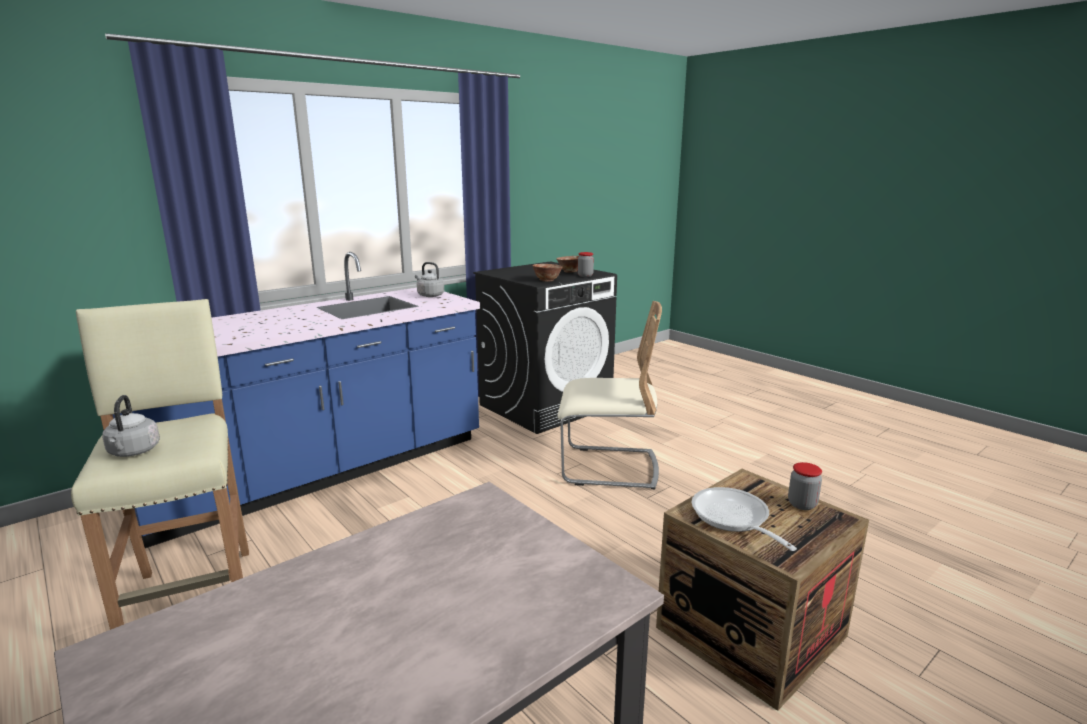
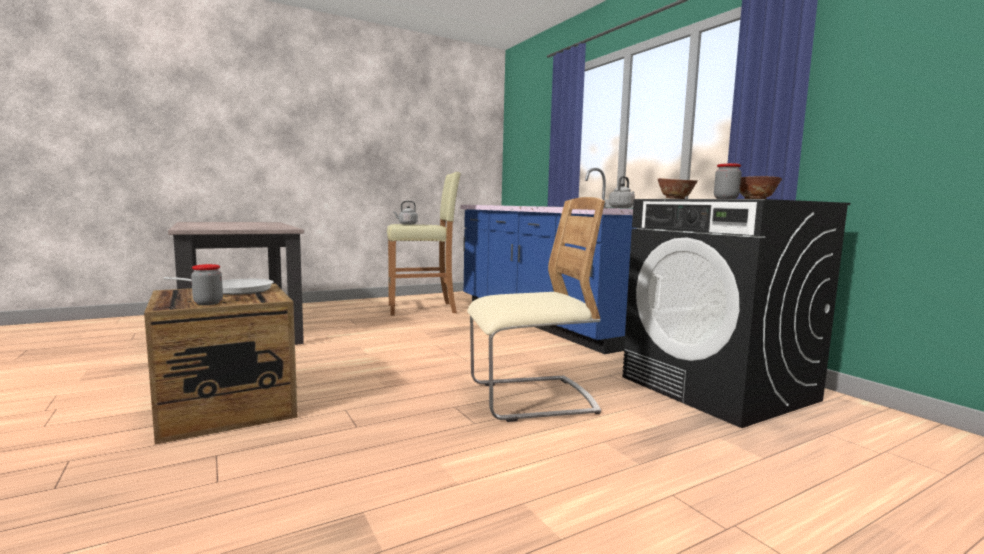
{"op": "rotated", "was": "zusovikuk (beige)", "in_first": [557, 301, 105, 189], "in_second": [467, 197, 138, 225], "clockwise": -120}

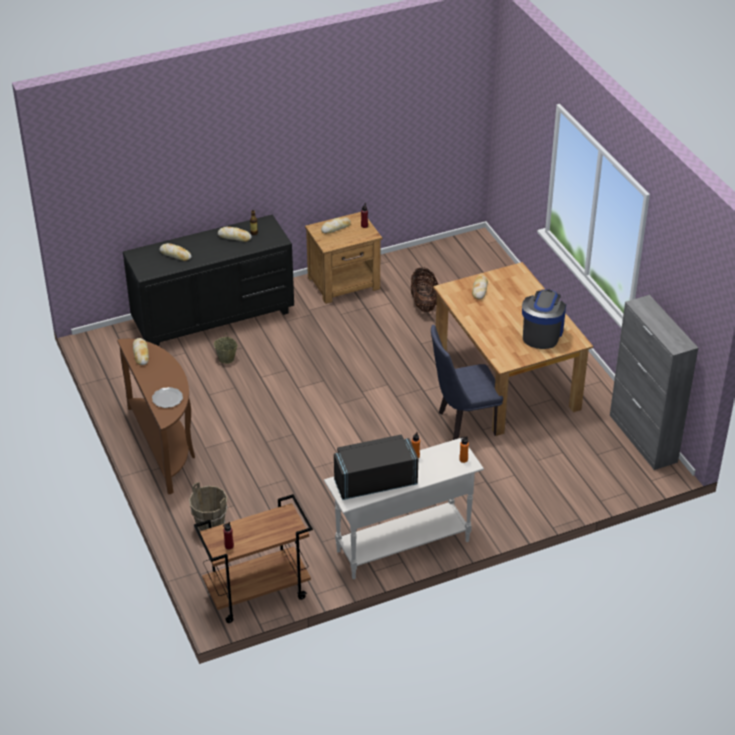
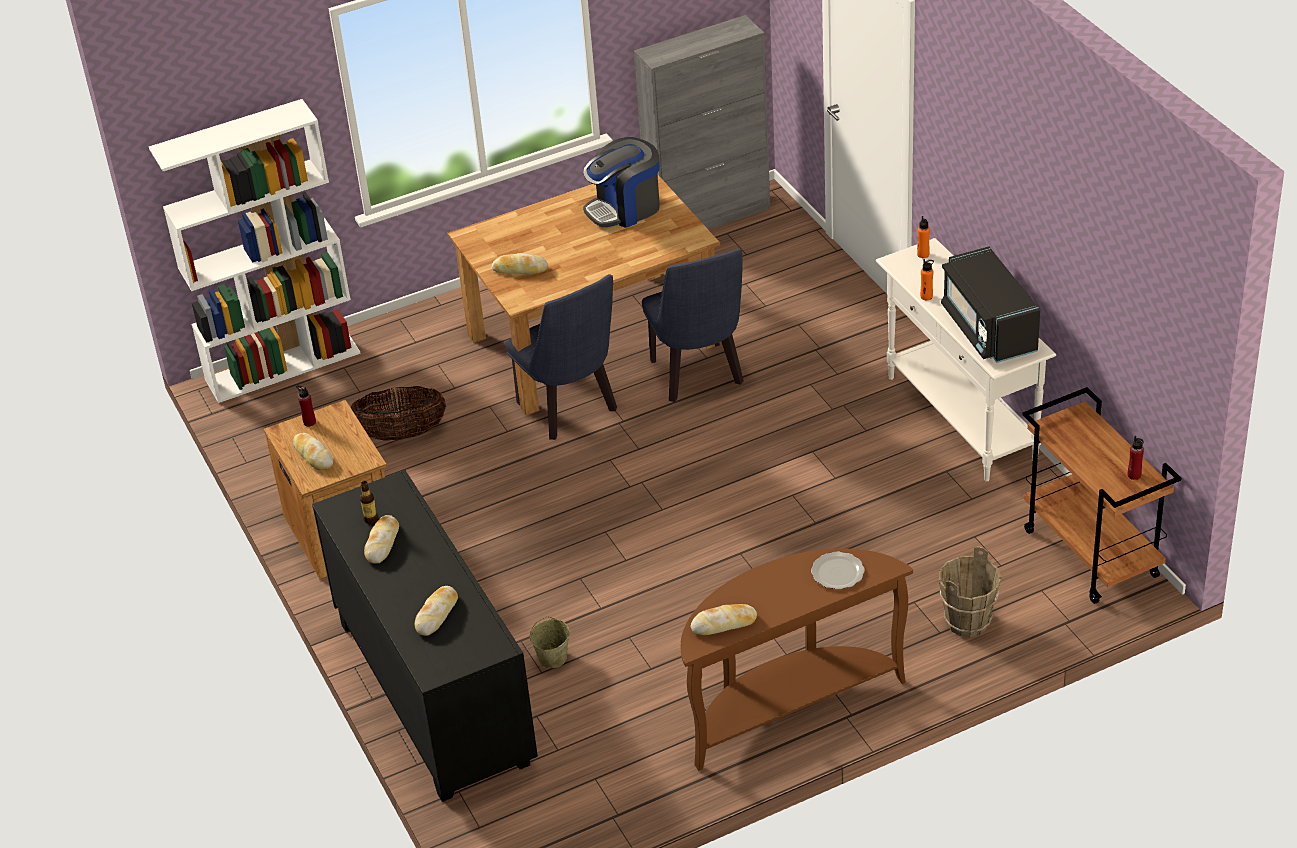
{"op": "new", "now": "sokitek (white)", "in_second": [149, 99, 212, 304]}
{"op": "new", "now": "zusovikuk (blue)", "in_second": [505, 274, 112, 166]}
{"op": "rotated", "was": "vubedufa", "in_first": [522, 289, 44, 60], "in_second": [583, 137, 77, 91], "clockwise": -45}

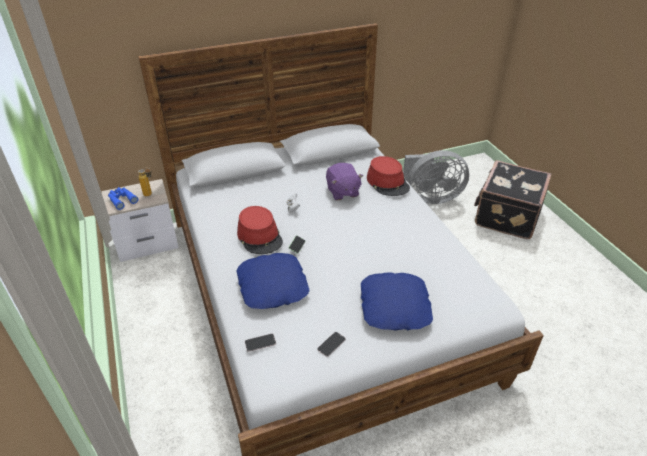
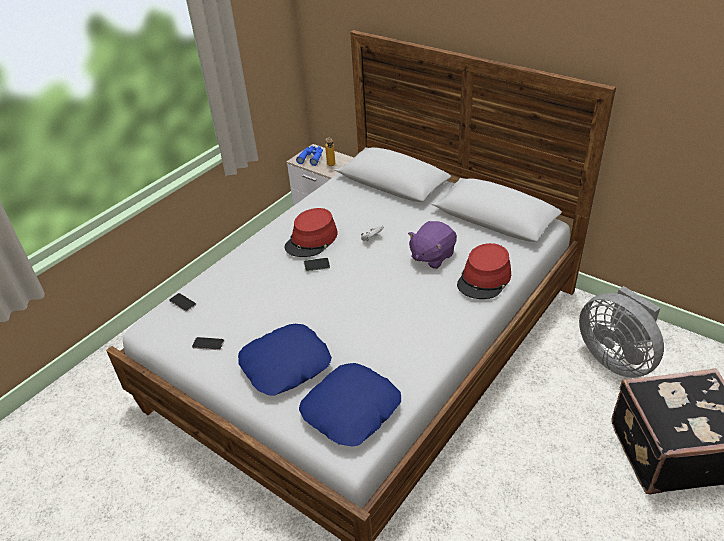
{"op": "shifted", "was": "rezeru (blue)", "in_first": [236, 253, 73, 56], "in_second": [299, 363, 102, 84]}

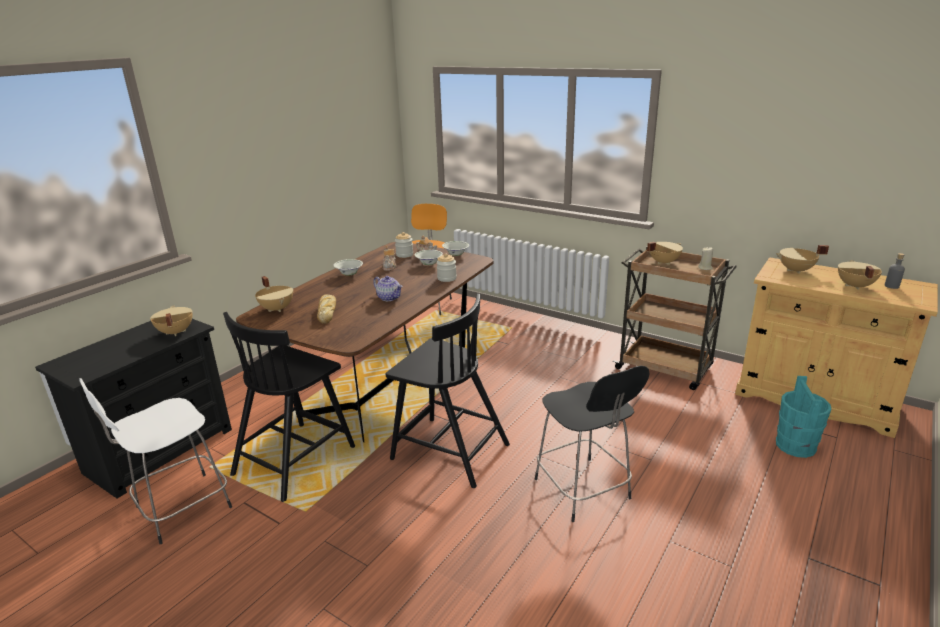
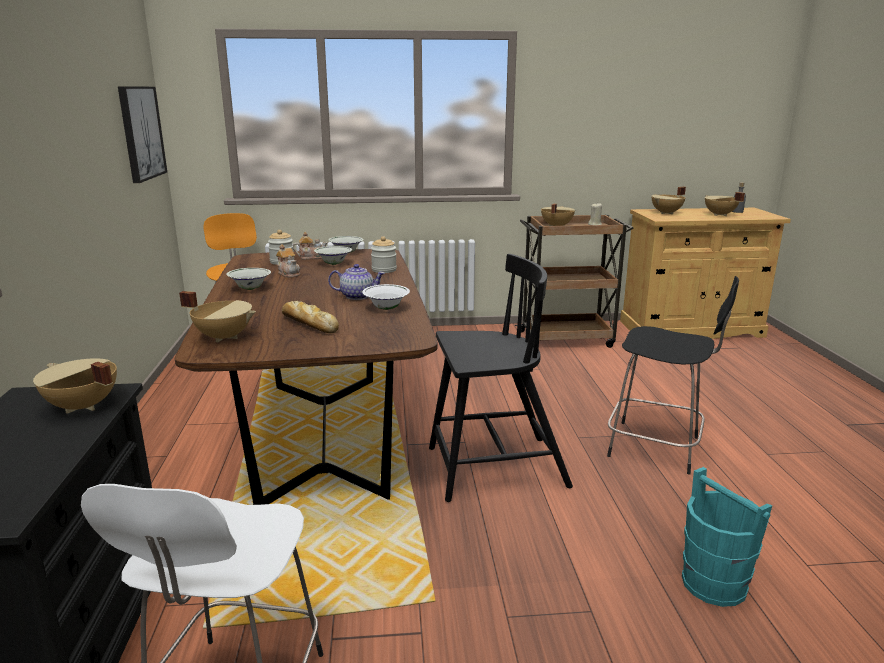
{"op": "gone", "was": "zusovikuk (black)", "in_first": [223, 312, 132, 190]}
{"op": "new", "now": "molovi", "in_second": [118, 86, 49, 97]}
{"op": "new", "now": "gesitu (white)", "in_second": [362, 284, 48, 26]}
{"op": "shifted", "was": "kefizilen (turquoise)", "in_first": [776, 376, 56, 82], "in_second": [682, 467, 90, 140]}

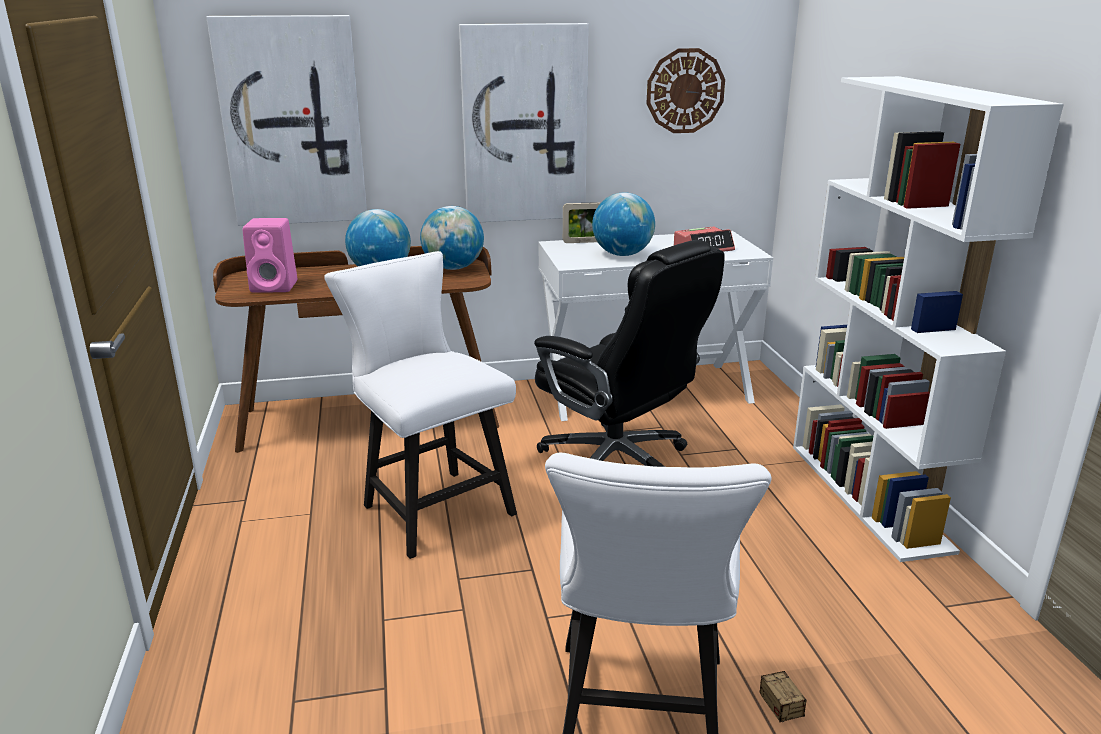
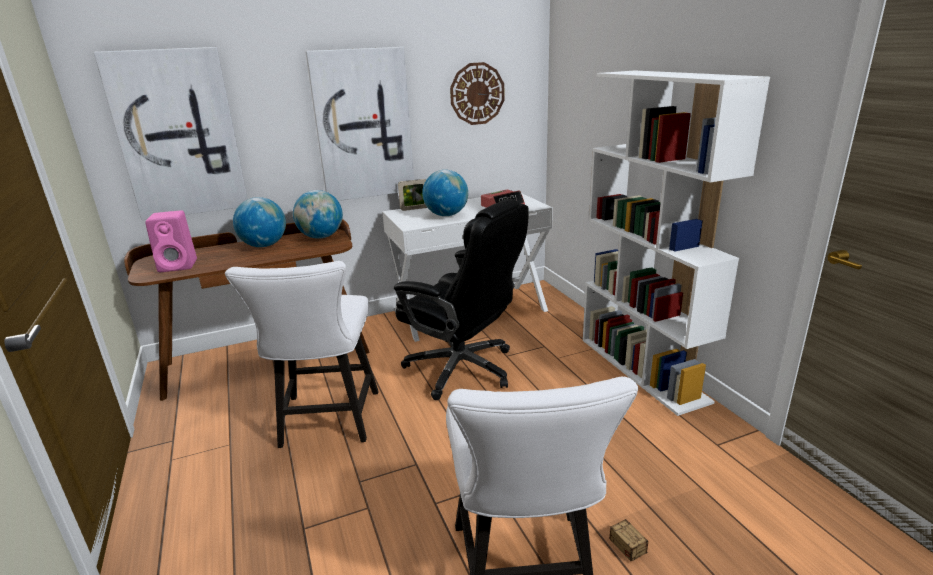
{"op": "rotated", "was": "zusovikuk (white)", "in_first": [324, 251, 193, 308], "in_second": [225, 261, 154, 187], "clockwise": -135}

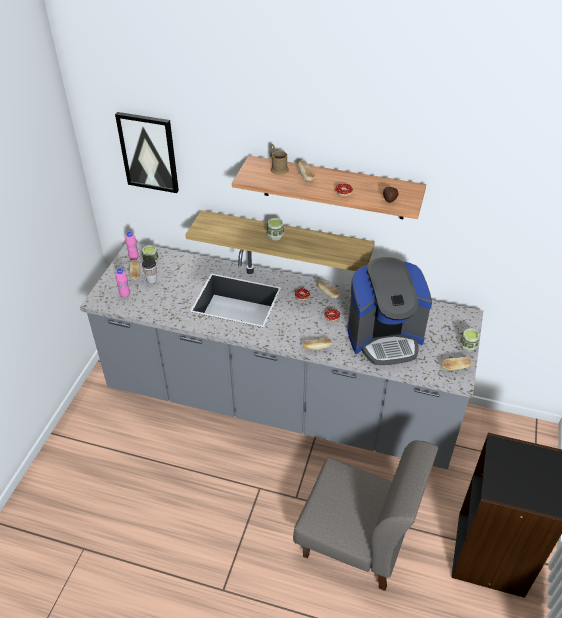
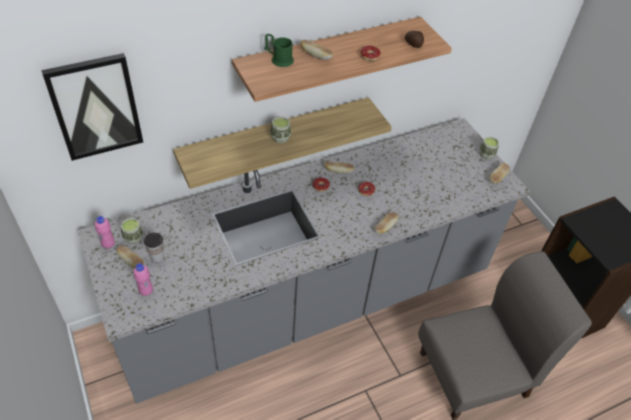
{"op": "gone", "was": "vubedufa", "in_first": [347, 257, 85, 108]}
{"op": "repainted", "was": "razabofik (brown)", "now": "razabofik (green)", "in_first": [270, 144, 19, 31], "in_second": [265, 34, 29, 33]}

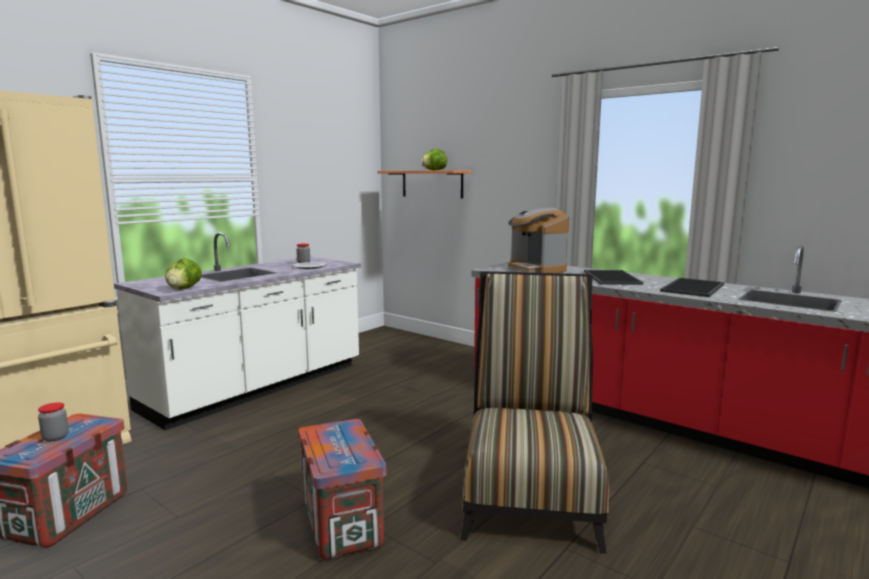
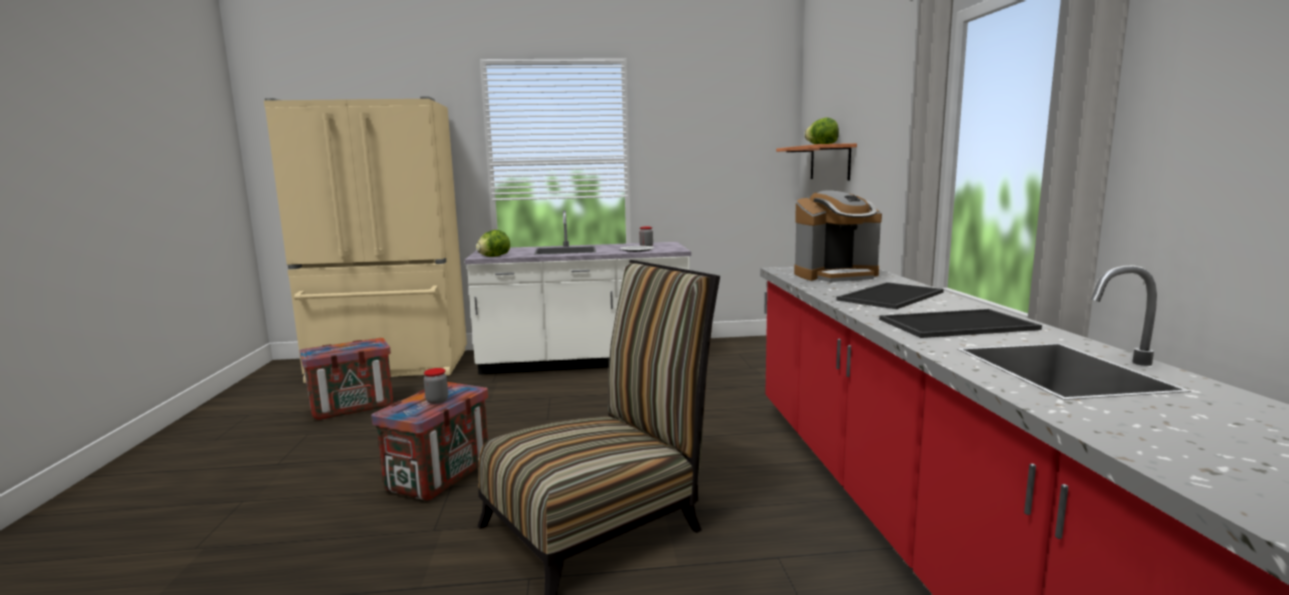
{"op": "shifted", "was": "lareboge", "in_first": [38, 402, 31, 40], "in_second": [424, 368, 24, 36]}
{"op": "rotated", "was": "vubedufa", "in_first": [508, 208, 61, 65], "in_second": [794, 190, 88, 92], "clockwise": -120}

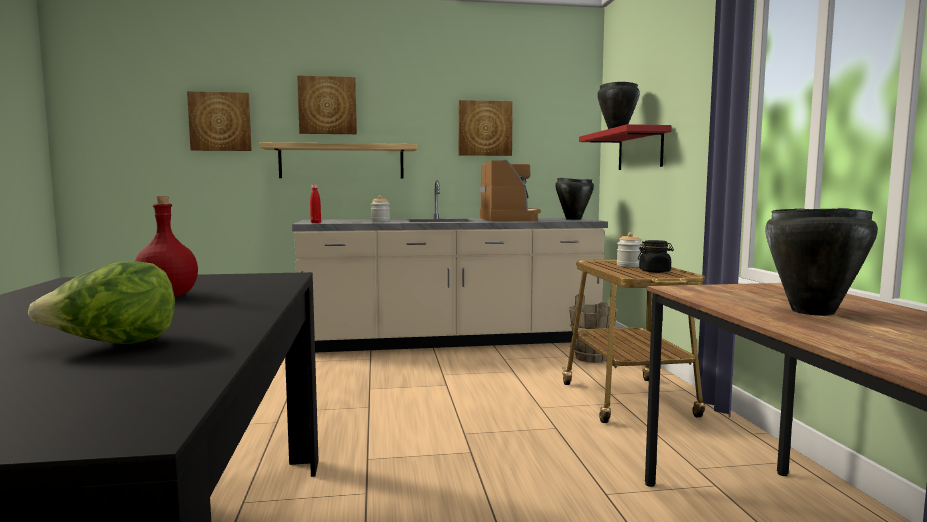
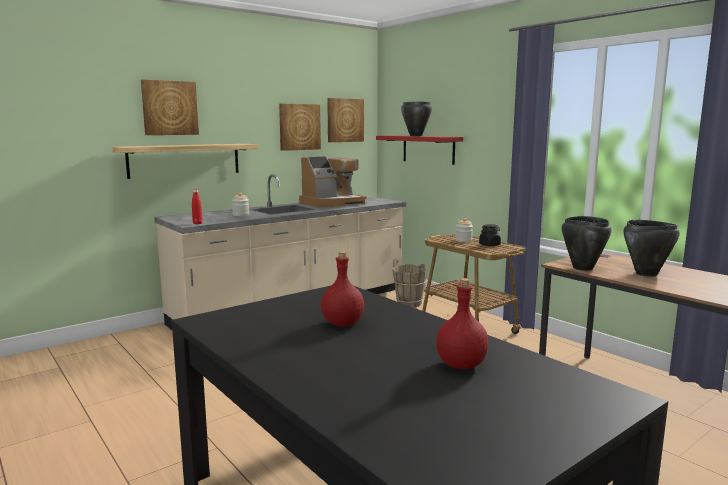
{"op": "shifted", "was": "molovi", "in_first": [187, 91, 65, 60], "in_second": [327, 98, 37, 44]}
{"op": "shifted", "was": "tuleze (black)", "in_first": [555, 178, 39, 42], "in_second": [562, 216, 50, 55]}
{"op": "swapped", "was": "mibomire", "now": "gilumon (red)", "in_first": [28, 261, 147, 83], "in_second": [436, 278, 53, 91]}
{"op": "rotated", "was": "vubedufa", "in_first": [480, 160, 61, 62], "in_second": [299, 156, 68, 51], "clockwise": 90}

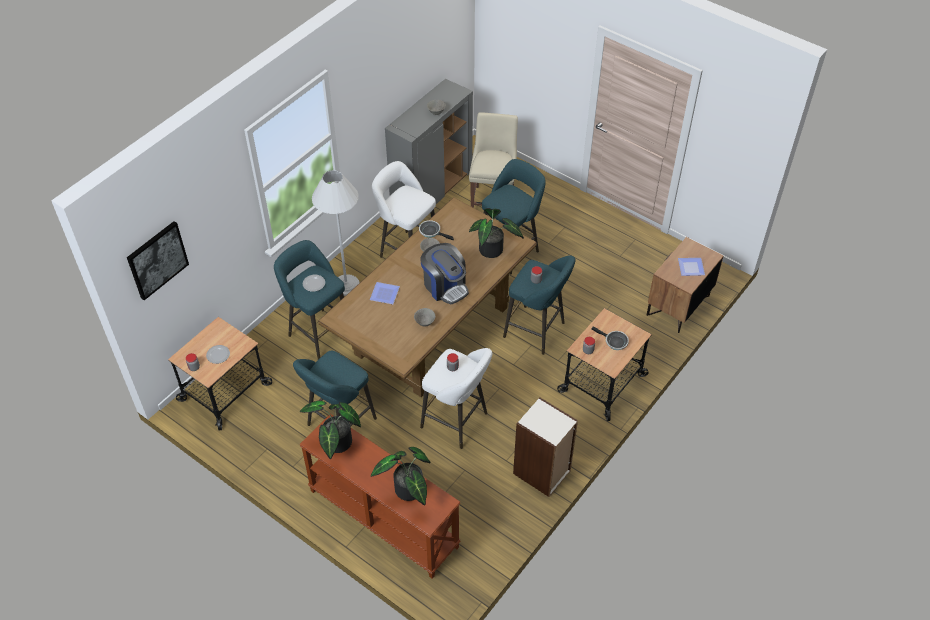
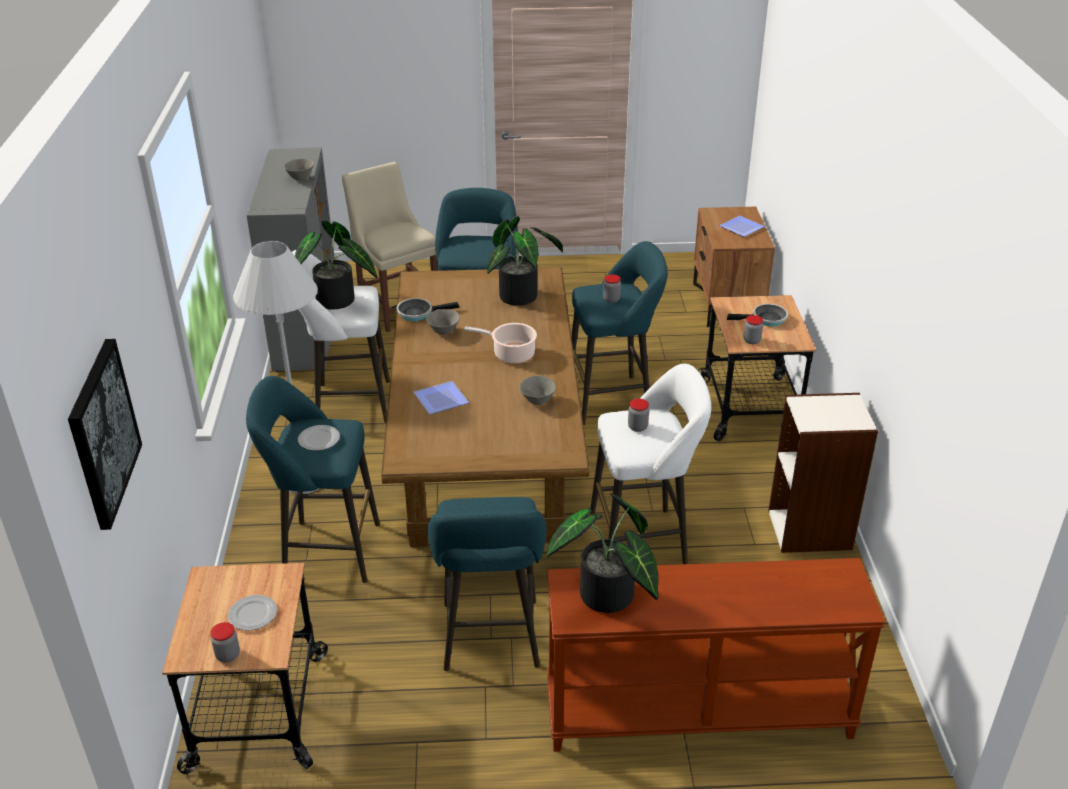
{"op": "shifted", "was": "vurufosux", "in_first": [371, 447, 60, 58], "in_second": [295, 220, 82, 90]}
{"op": "swapped", "was": "vubedufa", "now": "tuleze", "in_first": [420, 243, 49, 61], "in_second": [464, 323, 73, 41]}

